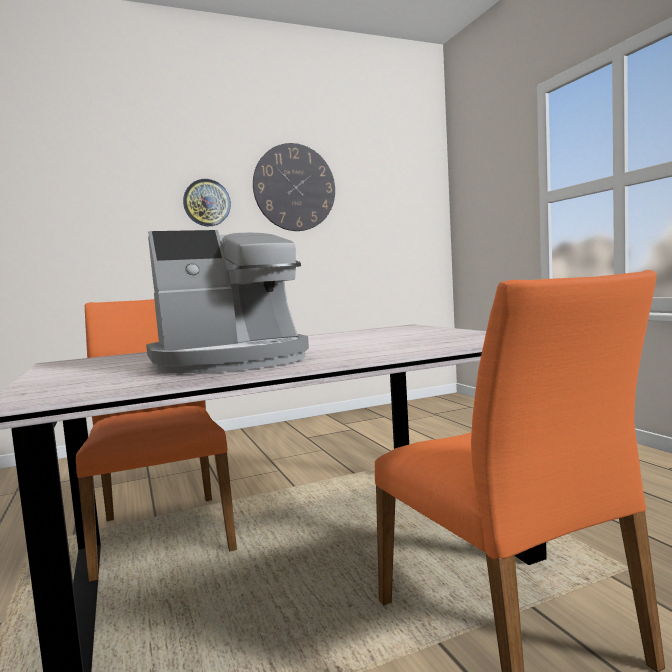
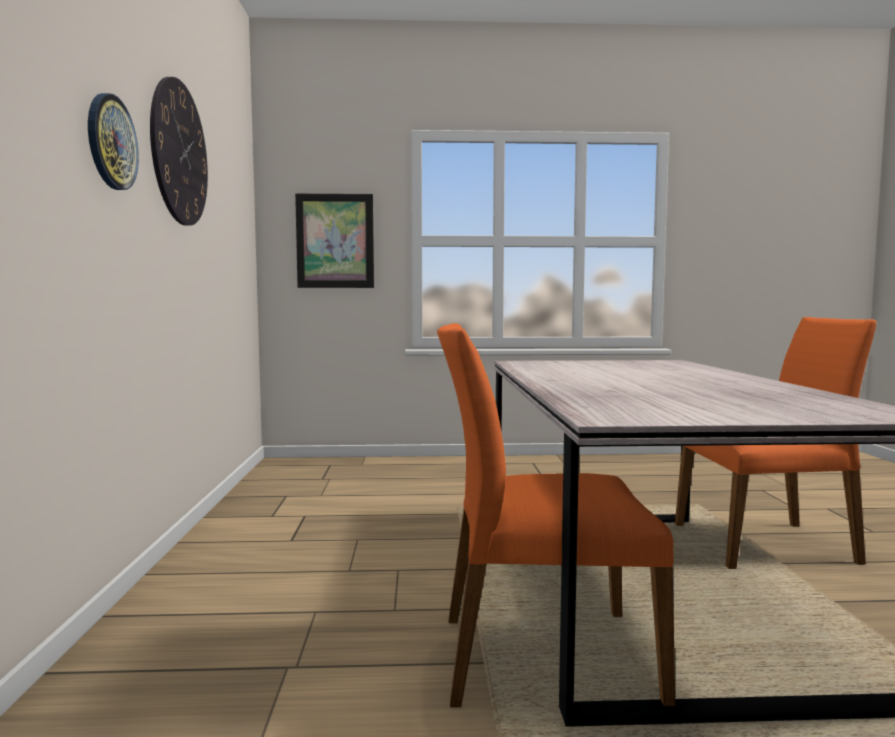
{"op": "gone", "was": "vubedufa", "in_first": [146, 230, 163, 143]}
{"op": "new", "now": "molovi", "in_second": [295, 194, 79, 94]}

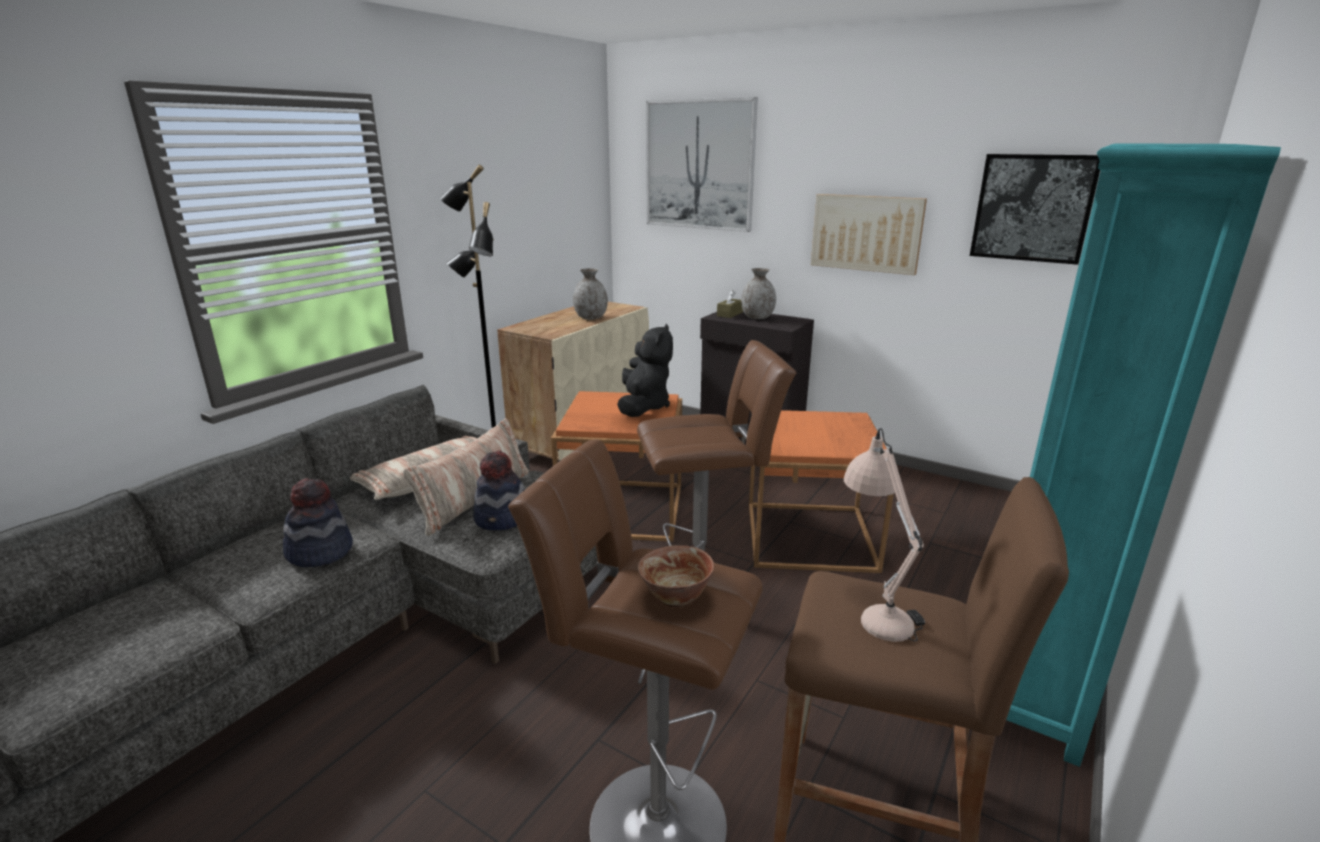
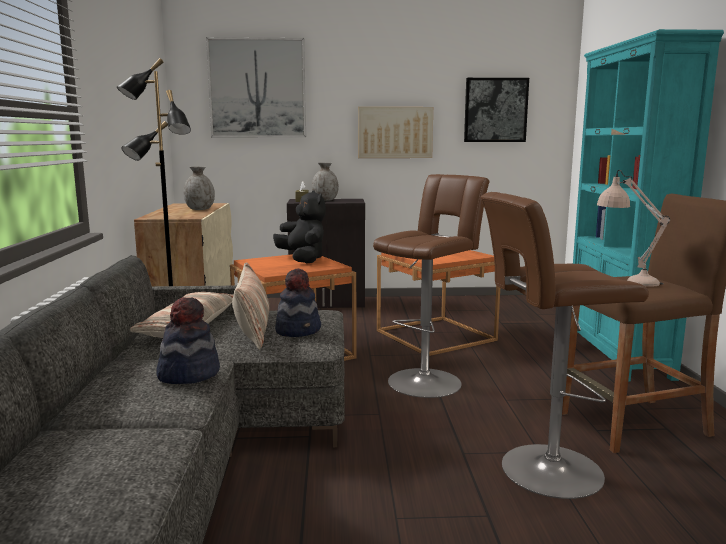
{"op": "gone", "was": "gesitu", "in_first": [638, 545, 76, 62]}

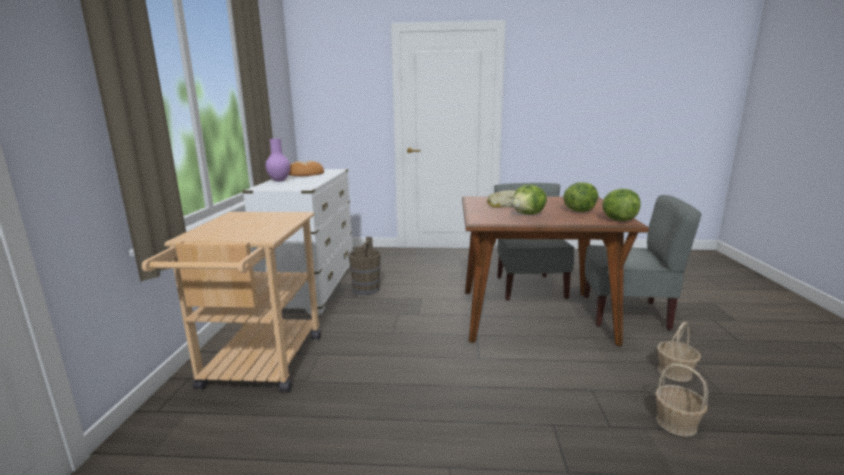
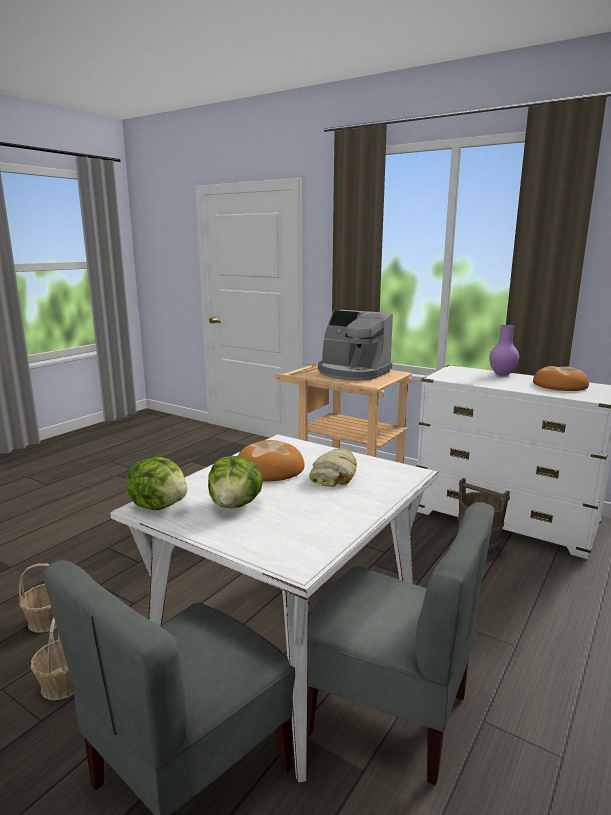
{"op": "new", "now": "vubedufa", "in_second": [318, 310, 75, 71]}
{"op": "swapped", "was": "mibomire", "now": "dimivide", "in_first": [512, 185, 35, 30], "in_second": [238, 440, 67, 41]}
{"op": "repainted", "was": "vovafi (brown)", "now": "vovafi (white)", "in_first": [462, 196, 187, 150], "in_second": [110, 434, 329, 348]}

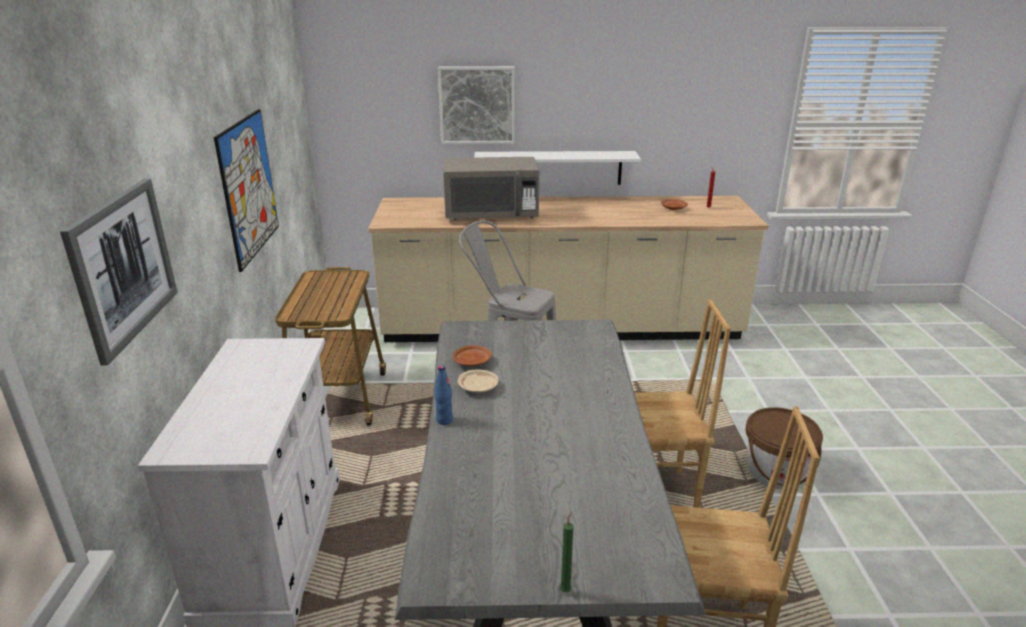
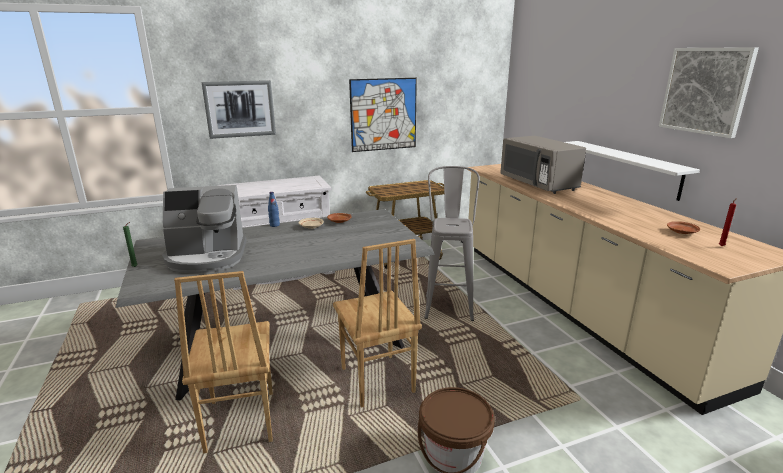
{"op": "new", "now": "vubedufa", "in_second": [162, 185, 84, 88]}
{"op": "shifted", "was": "molovi", "in_first": [438, 66, 77, 78], "in_second": [659, 47, 100, 91]}

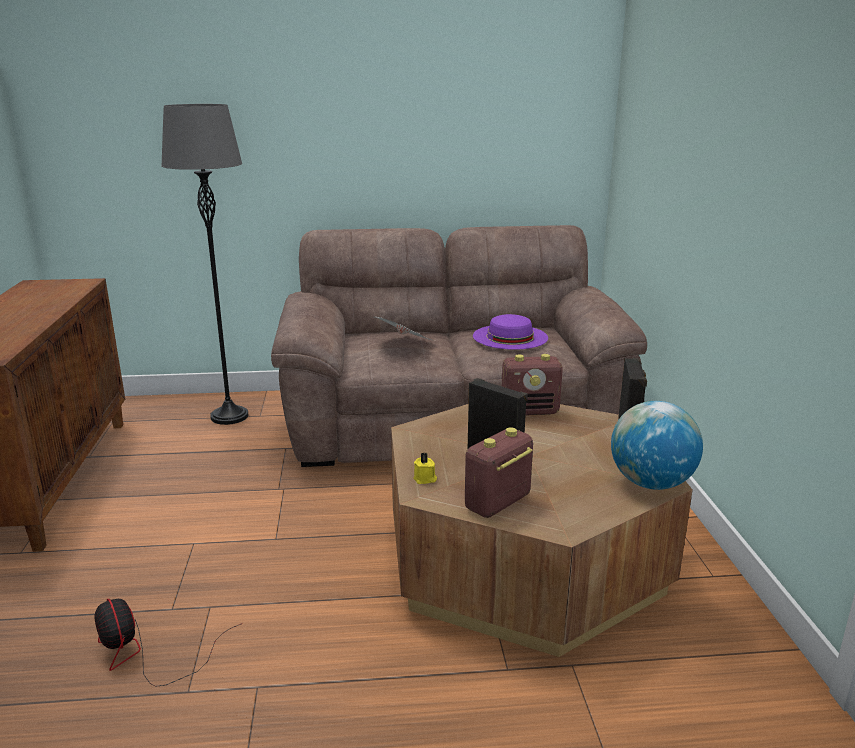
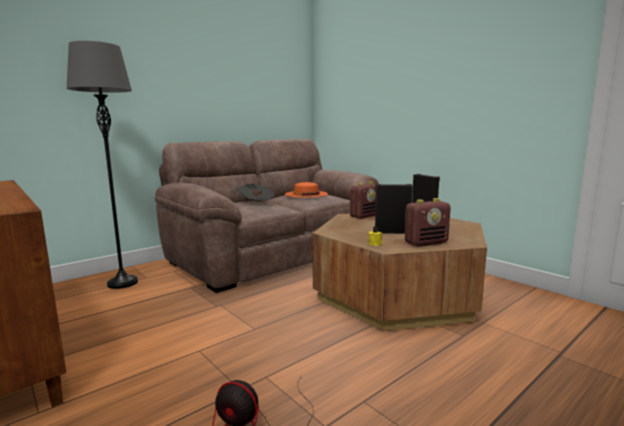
{"op": "gone", "was": "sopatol", "in_first": [611, 401, 92, 89]}
{"op": "repainted", "was": "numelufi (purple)", "now": "numelufi (orange)", "in_first": [473, 314, 75, 36], "in_second": [285, 182, 43, 16]}
{"op": "rotated", "was": "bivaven", "in_first": [465, 427, 68, 91], "in_second": [405, 198, 46, 49], "clockwise": -120}

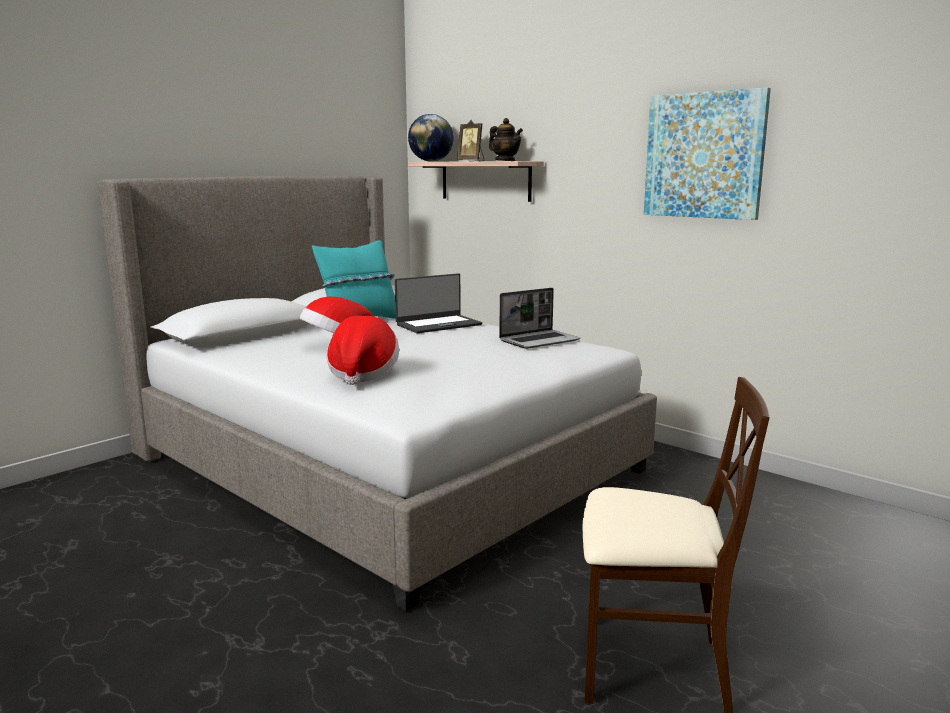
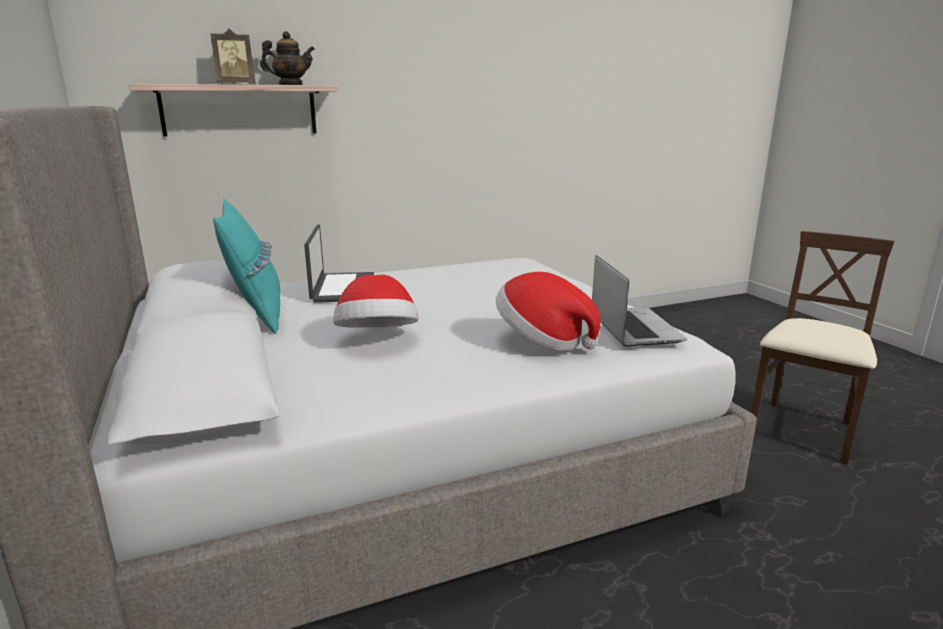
{"op": "gone", "was": "sopatol", "in_first": [408, 114, 46, 48]}
{"op": "gone", "was": "molovi", "in_first": [644, 87, 127, 133]}
{"op": "shifted", "was": "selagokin", "in_first": [499, 288, 82, 61], "in_second": [592, 255, 95, 91]}

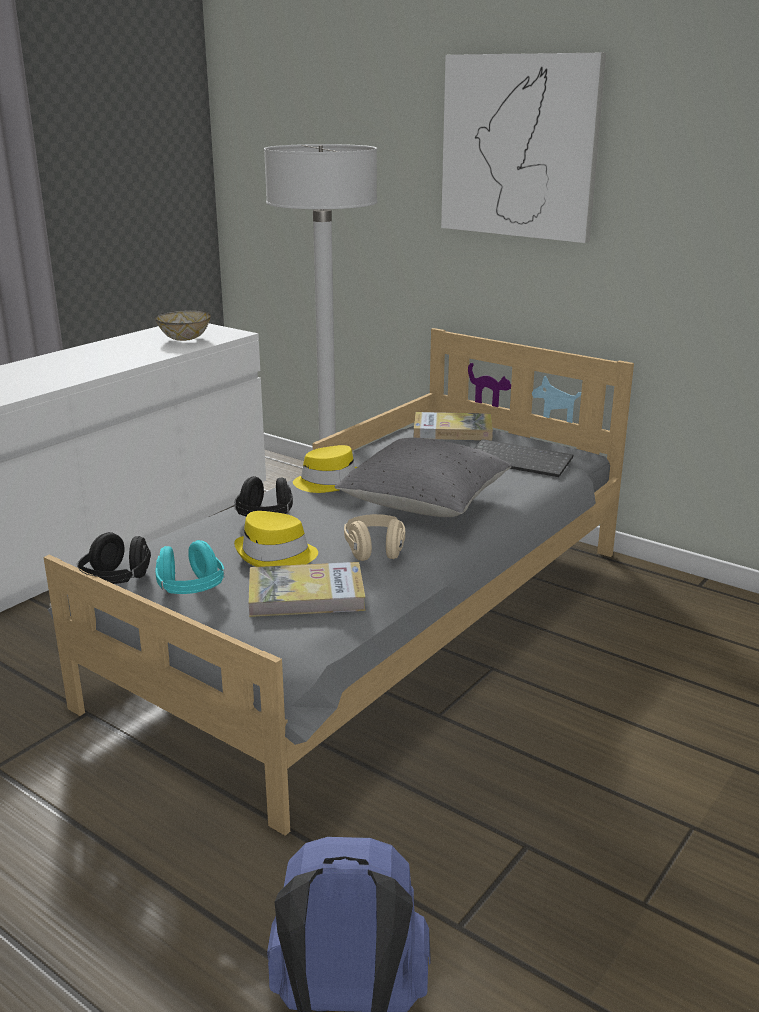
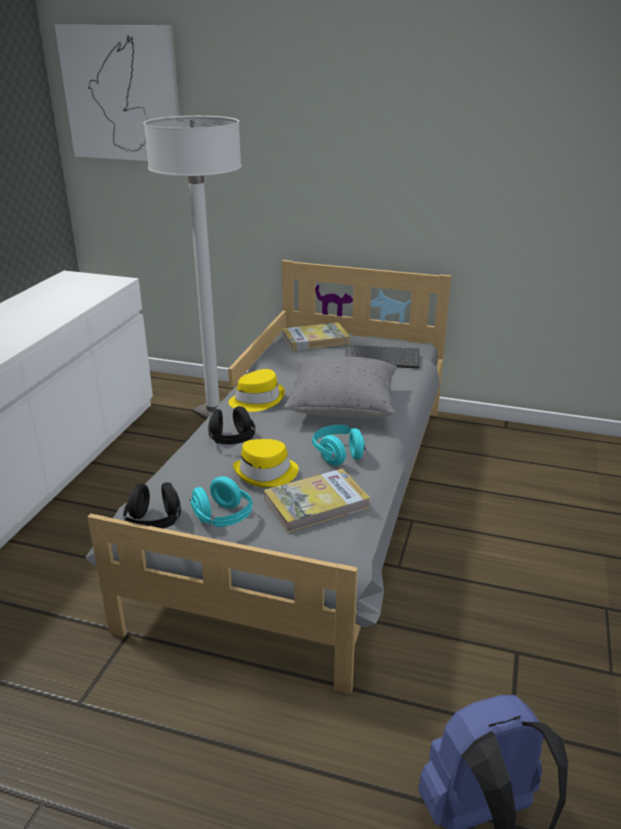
{"op": "gone", "was": "gesitu", "in_first": [155, 310, 56, 31]}
{"op": "shifted", "was": "molovi", "in_first": [441, 53, 165, 190], "in_second": [55, 25, 125, 136]}
{"op": "repainted", "was": "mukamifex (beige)", "now": "mukamifex (turquoise)", "in_first": [344, 514, 61, 47], "in_second": [312, 425, 54, 41]}

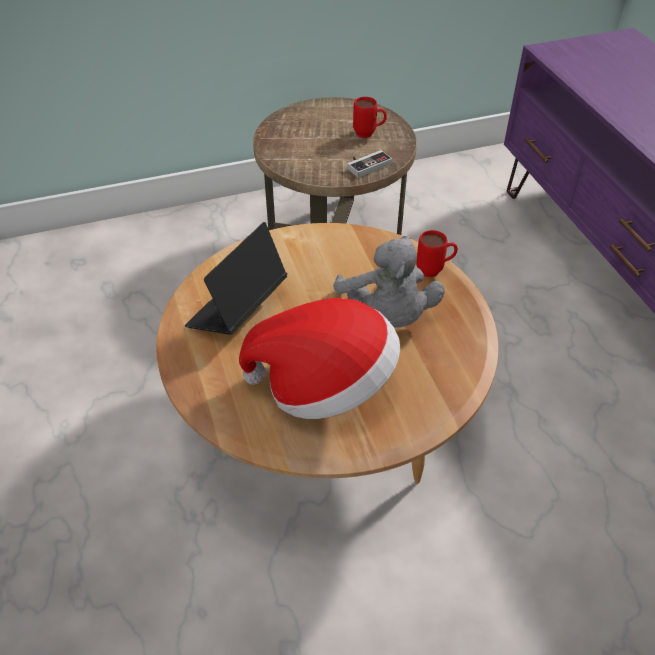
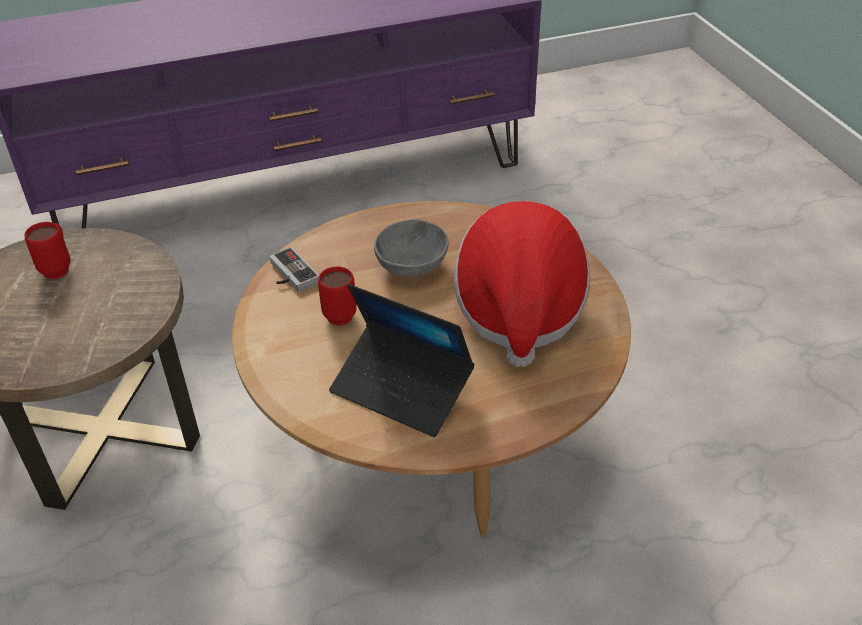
{"op": "shifted", "was": "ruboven", "in_first": [347, 150, 45, 28], "in_second": [269, 247, 50, 45]}
{"op": "shifted", "was": "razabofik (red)", "in_first": [416, 230, 42, 47], "in_second": [318, 267, 39, 59]}
{"op": "swapped", "was": "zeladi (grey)", "now": "gesitu (grey)", "in_first": [333, 236, 112, 92], "in_second": [374, 219, 75, 58]}

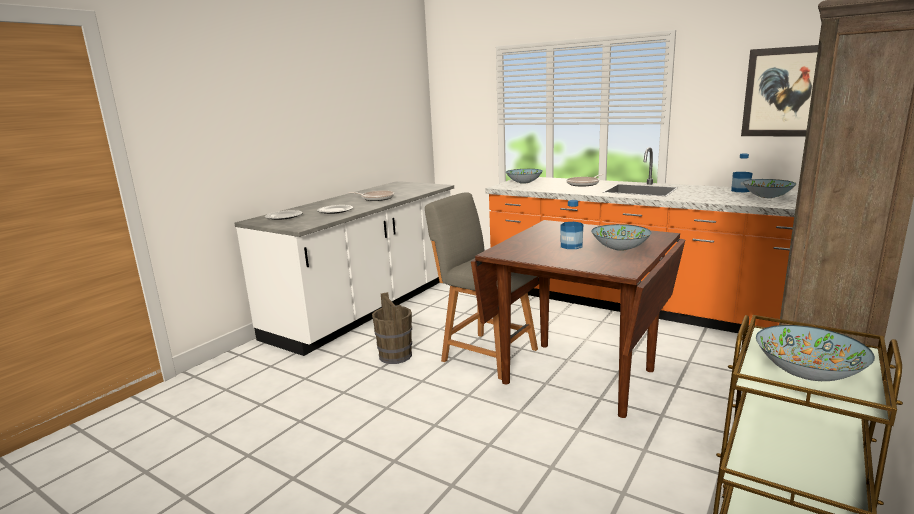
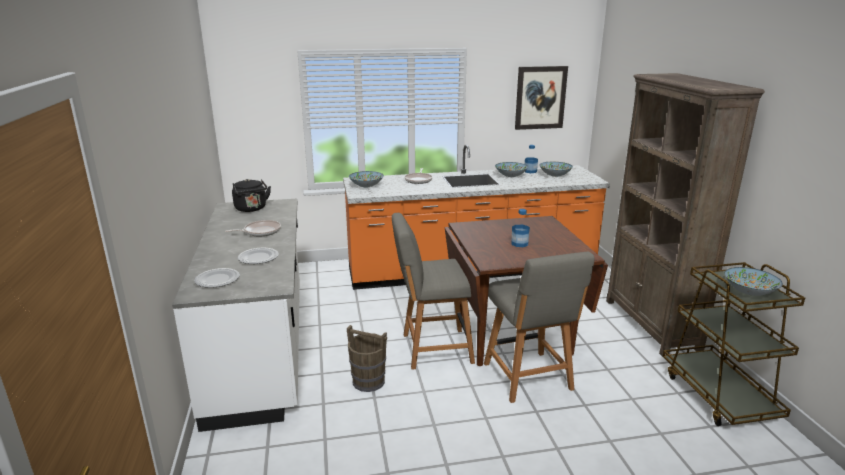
{"op": "new", "now": "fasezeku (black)", "in_second": [232, 179, 39, 33]}
{"op": "new", "now": "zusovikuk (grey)", "in_second": [484, 252, 111, 151]}
{"op": "shifted", "was": "gesitu", "in_first": [591, 224, 61, 27], "in_second": [495, 162, 33, 15]}

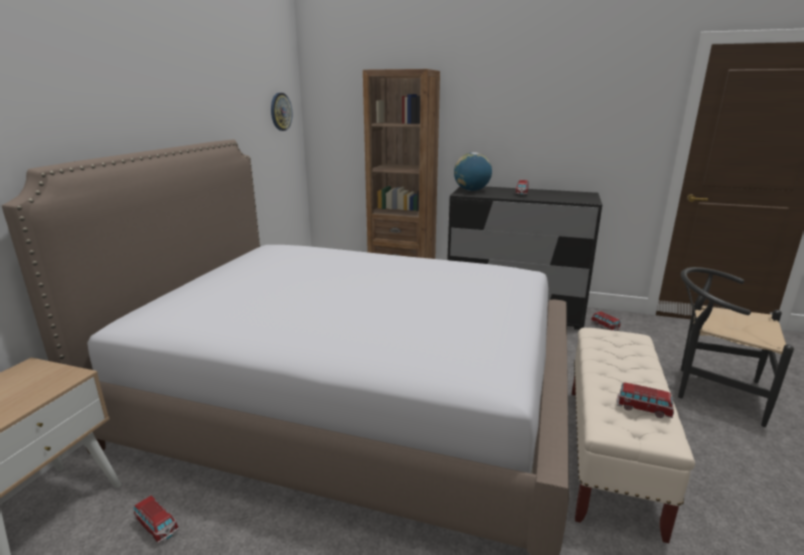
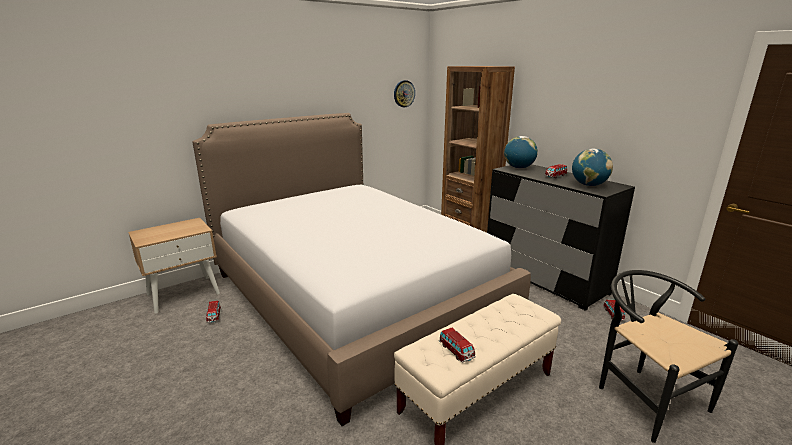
{"op": "new", "now": "sopatol", "in_second": [572, 149, 41, 37]}

